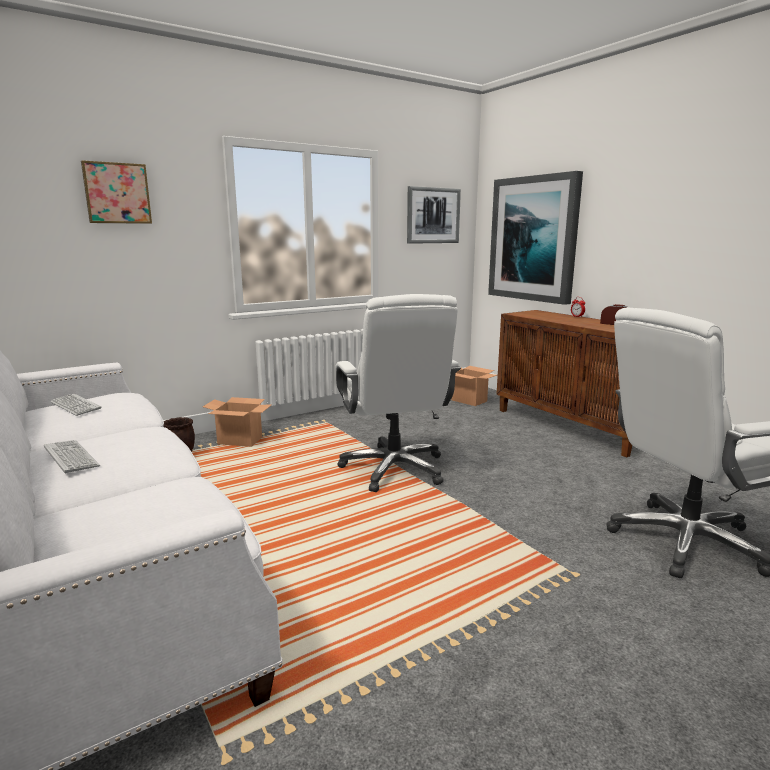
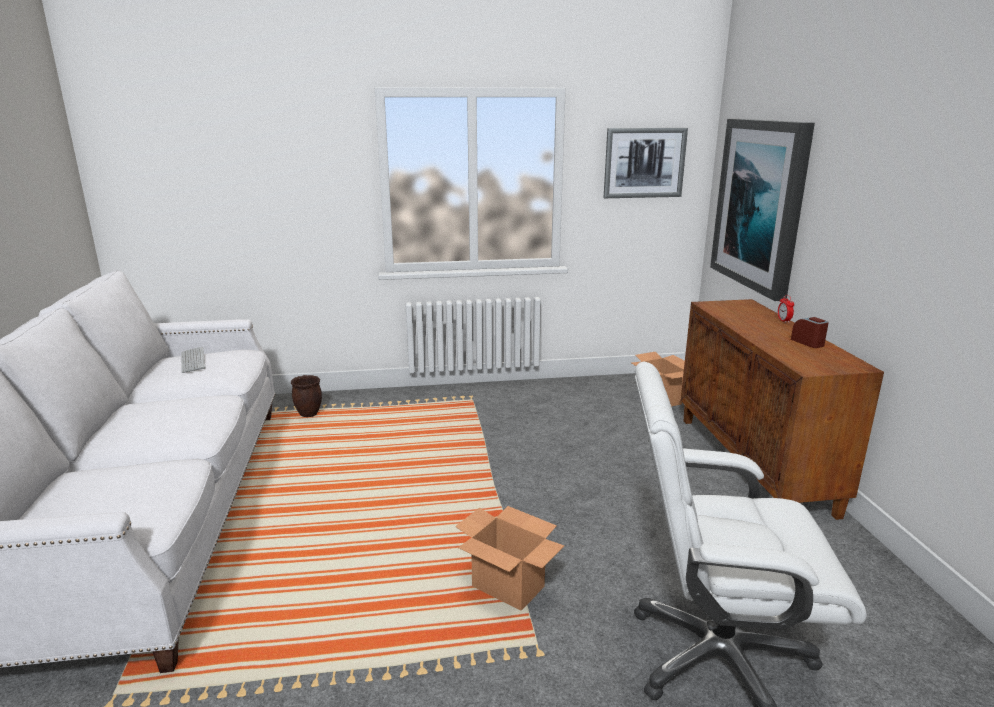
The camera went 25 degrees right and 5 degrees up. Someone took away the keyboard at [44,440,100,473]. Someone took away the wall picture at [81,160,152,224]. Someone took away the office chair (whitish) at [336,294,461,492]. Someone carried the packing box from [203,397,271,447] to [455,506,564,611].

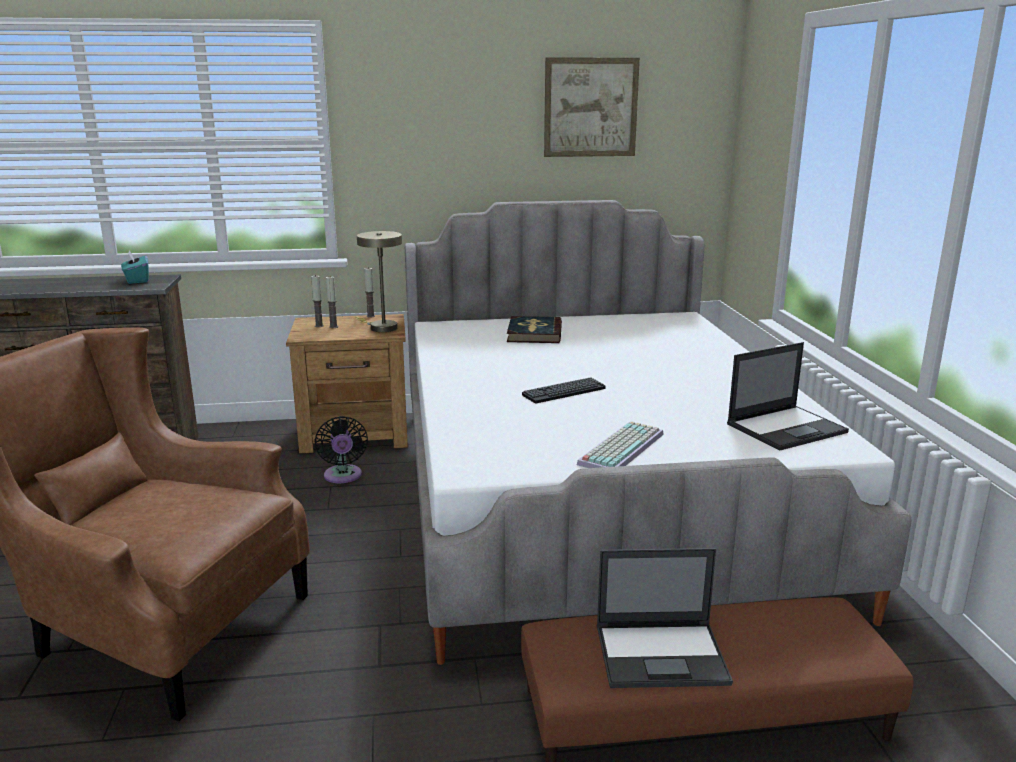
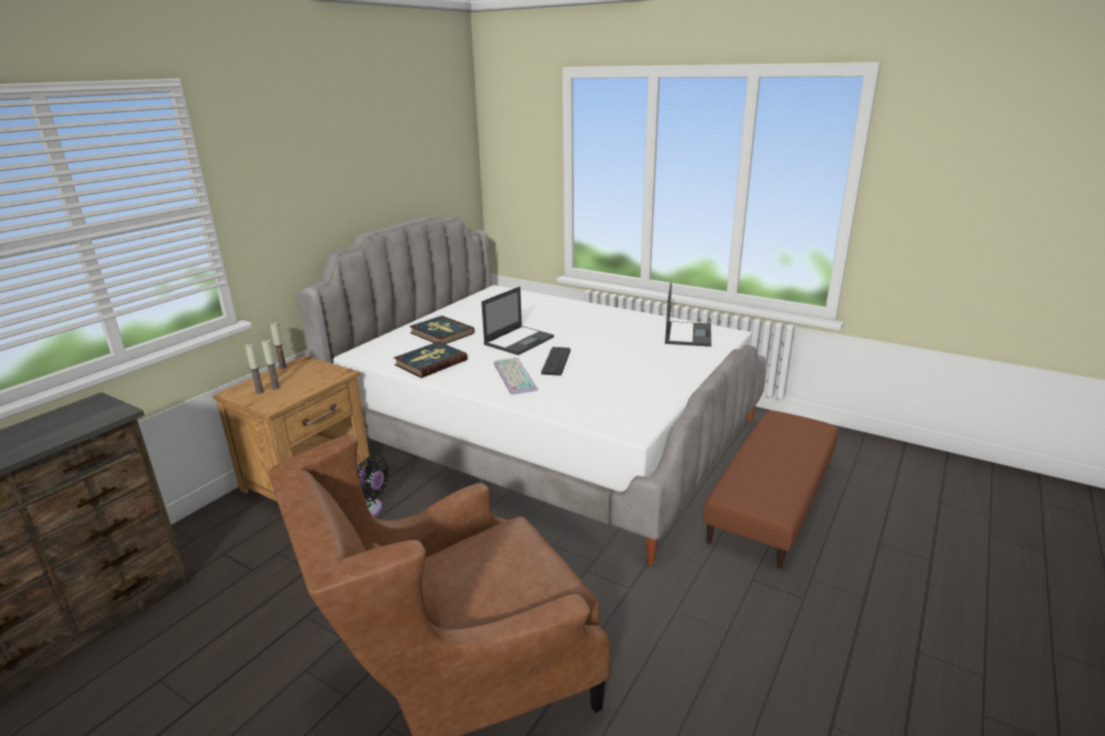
The camera went 50 degrees left and 5 degrees up. Someone took away the box of tissues (turquoise-coloured) at [121,250,149,284]. Someone took away the lamp for a table (beige-coloured) at [355,231,402,332]. Someone took away the wall picture at [544,57,640,157]. Someone put down the bound book at [394,341,468,378]. Someone carried the keyboard from [577,421,664,468] to [494,357,538,395]. Someone carried the notebook computer from [597,548,733,688] to [481,286,554,355].

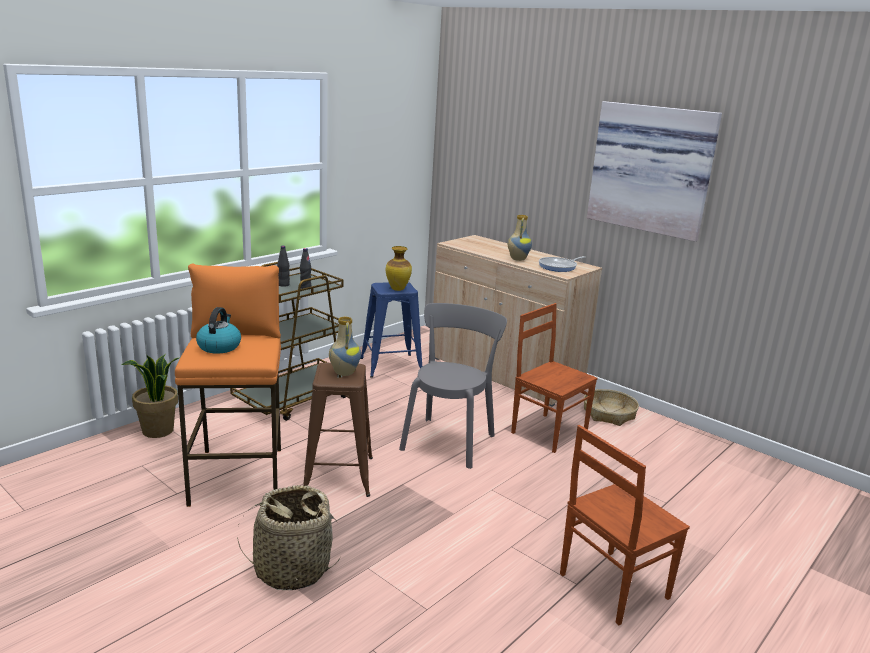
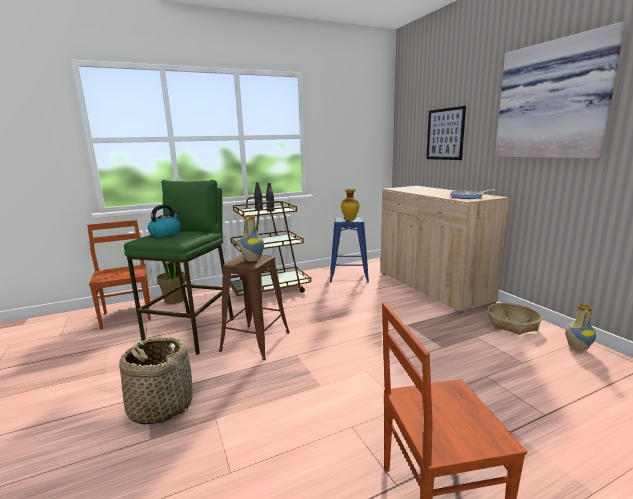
The camera went 25 degrees right and 5 degrees down. Someone took away the chair (greyish) at [399,303,507,469]. Someone put up the wall picture at [426,106,466,160]. Someone carried the decorative vase from [508,215,532,261] to [565,304,596,351]. Someone carried the chair (brownish) from [511,303,598,453] to [87,220,151,330]. Someone repainted the stool seat (orange-coloured) at [175,264,281,507], which became the stool seat (green) at [124,179,234,355].

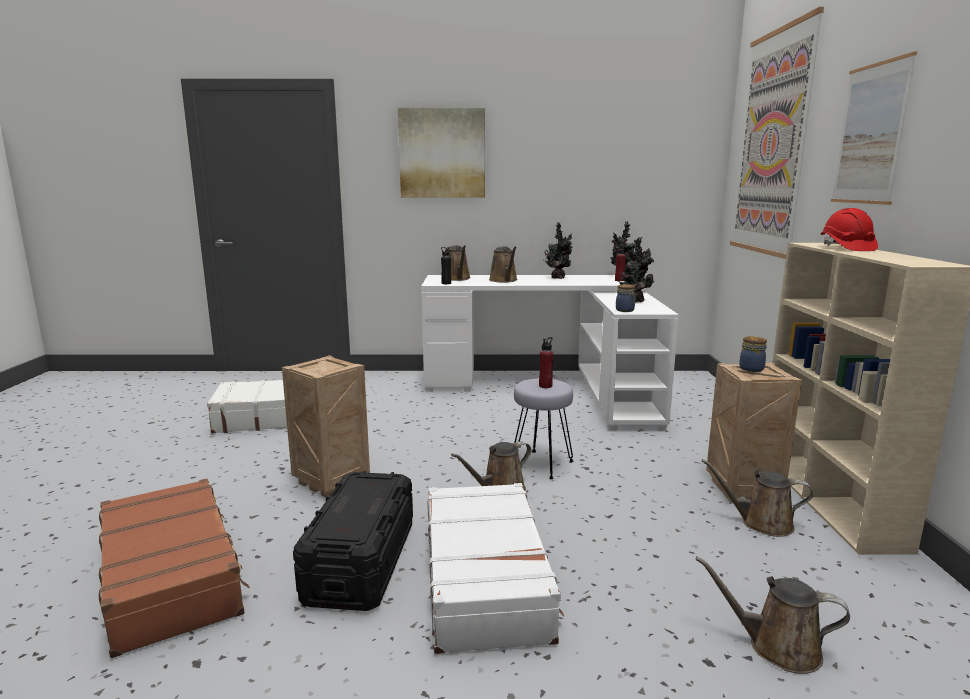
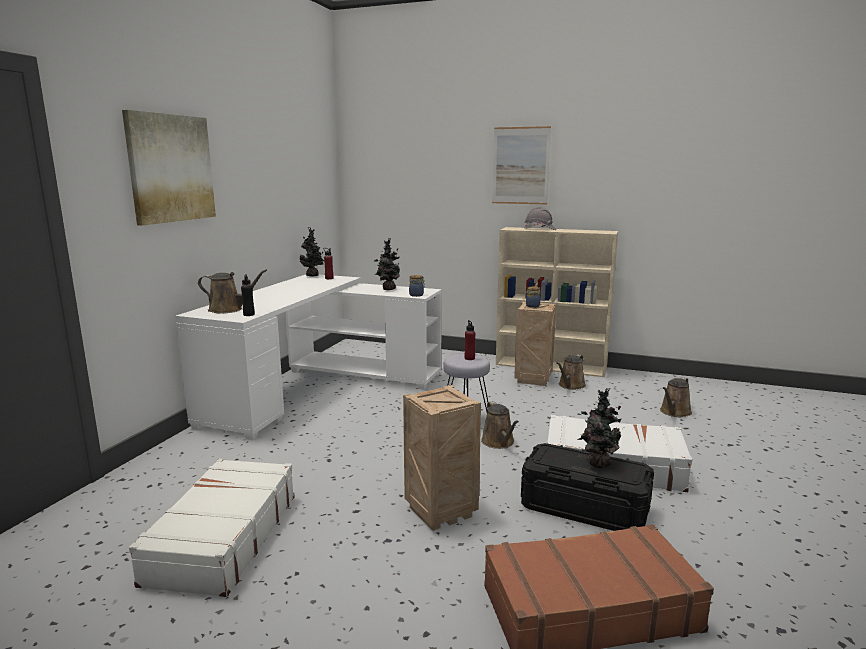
The camera went 70 degrees left and 0 degrees up. Someone took away the sprinkling can (brownish) at [489,246,517,282]. Someone took away the wall picture at [730,7,824,259]. Someone carried the potted plant from [544,223,572,279] to [578,388,625,468]. Someone repainted the hard hat (reddish) at [821,208,878,251], which became the hard hat (greyish) at [524,207,557,230].

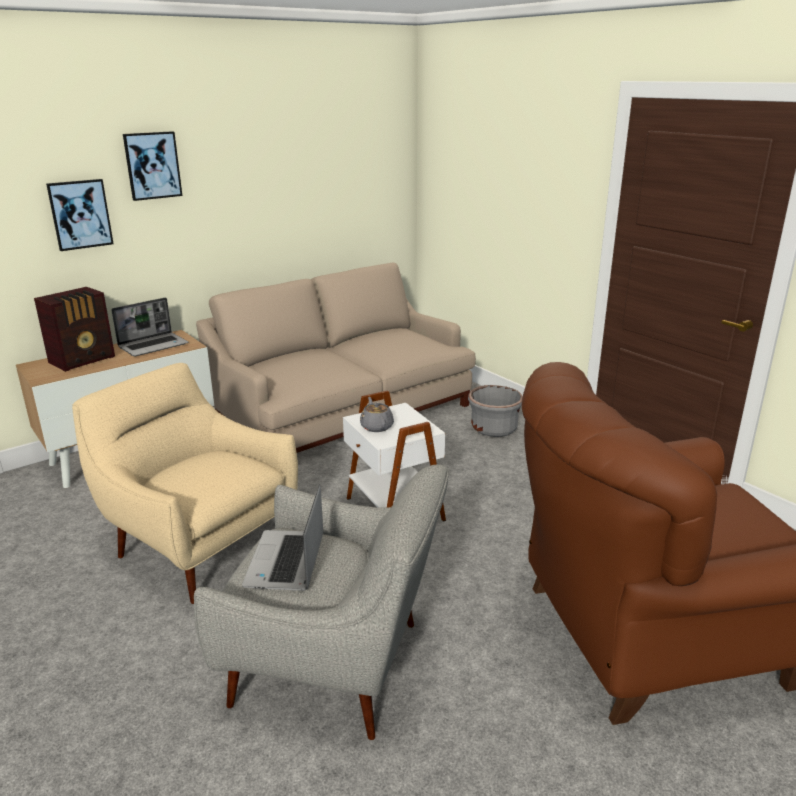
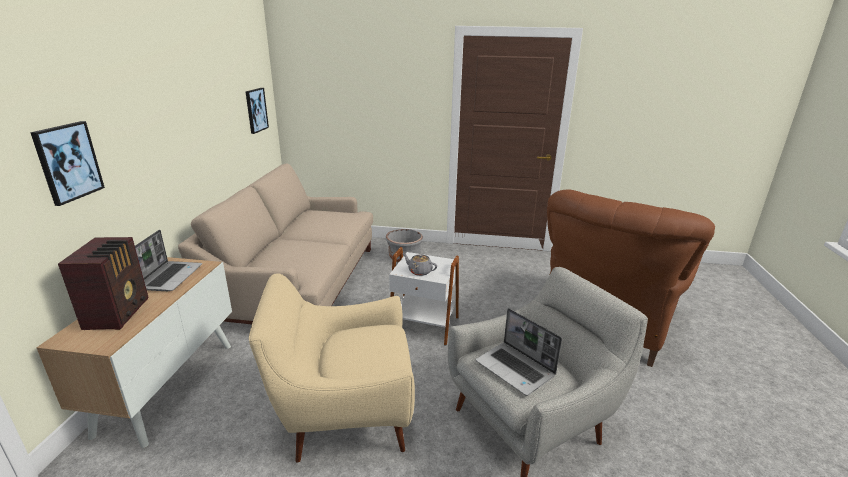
The camera went 45 degrees left and 0 degrees up. Someone carried the wall picture from [123,131,182,201] to [245,88,269,134].

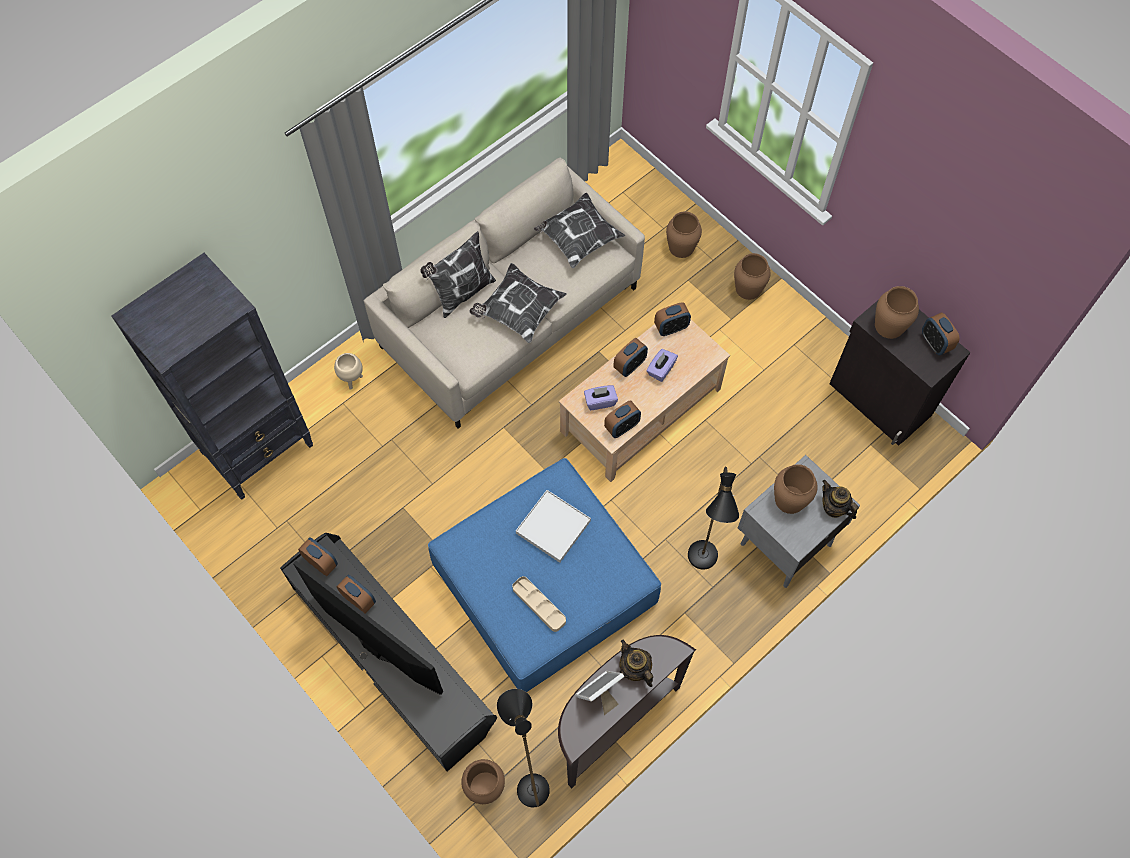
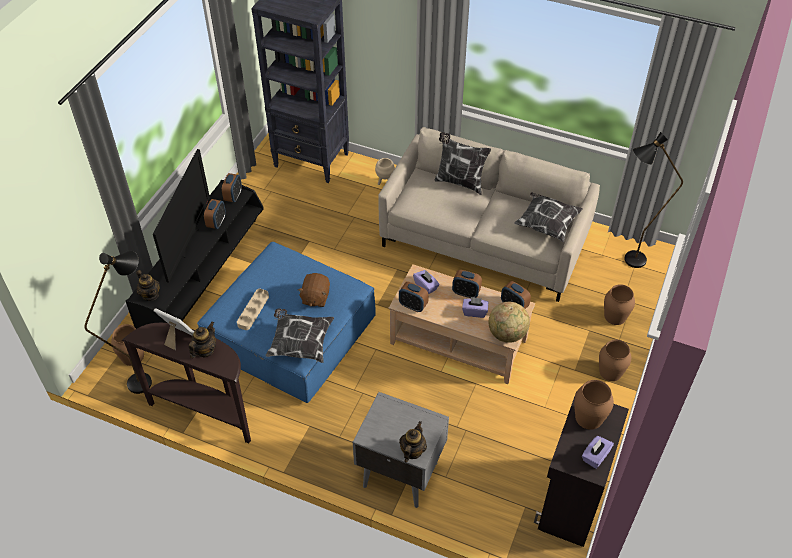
The camera went 65 degrees right and 15 degrees down. Someone took away the decorative vase (brownish) at [774,464,818,514]. Someone put down the pot for tea at [136,270,160,301]. Someone put down the desk globe at [488,302,530,343]. Someone carried the cushion from [470,263,566,343] to [266,308,334,363]. Someone carried the standard lamp (black-coloured) from [688,467,739,570] to [624,132,683,268]. Someone swapped the carrying tray (whitish) at [516,490,591,563] for the cuddly toy (brownish) at [298,273,330,307]. Someone swapped the table clock at [922,313,960,355] for the box of tissues (purple-coloured) at [582,436,614,469].

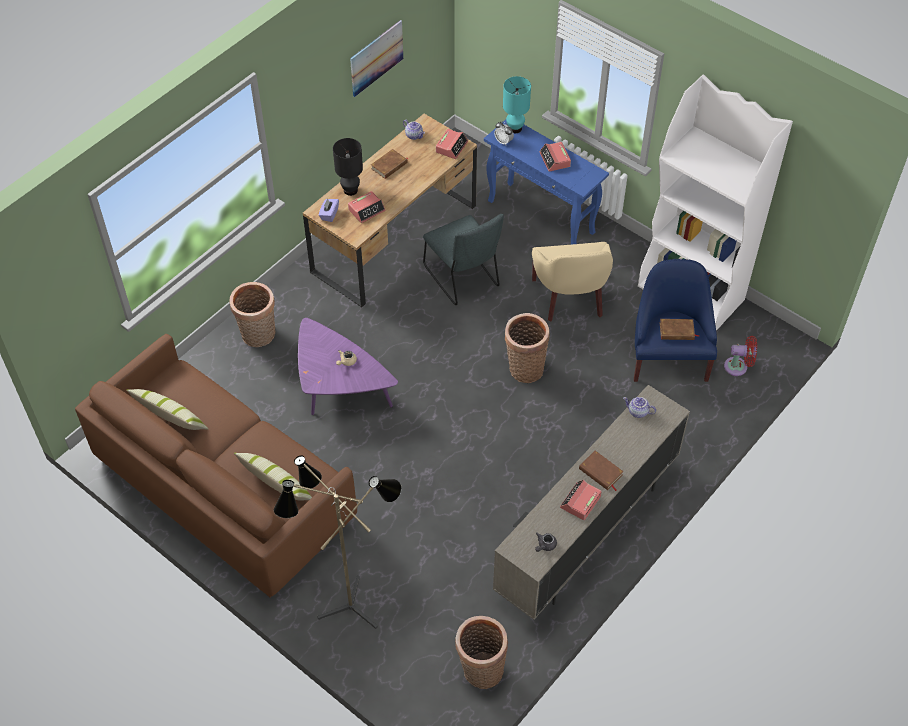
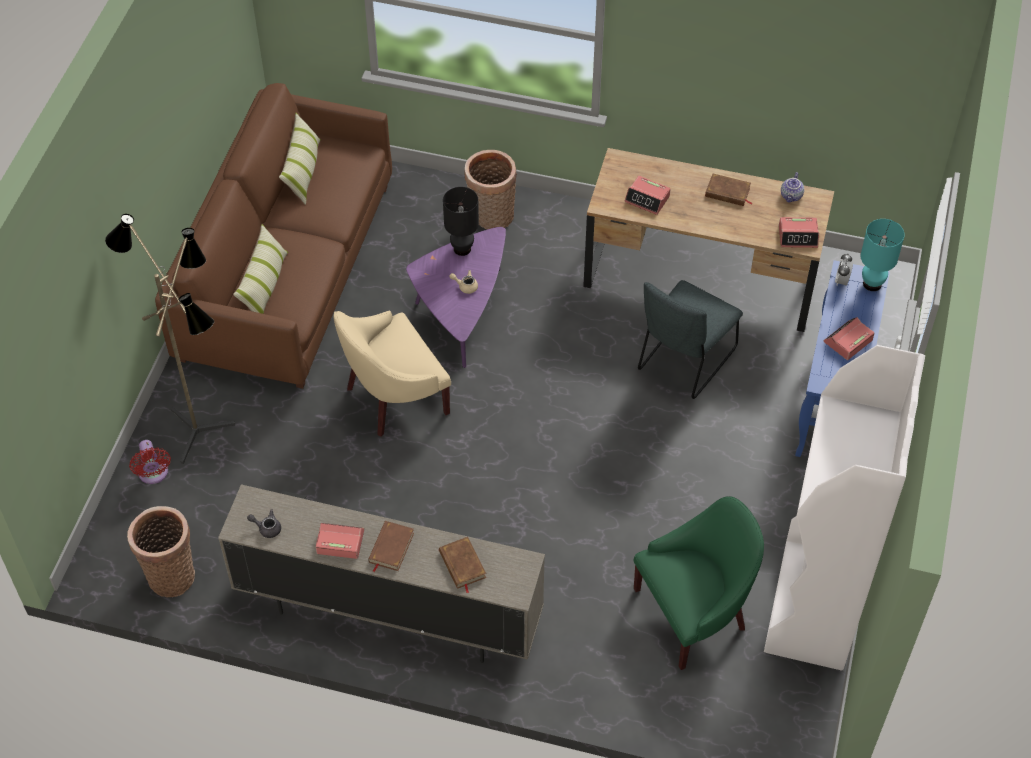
The camera went 65 degrees right and 0 degrees up. Someone took away the box of tissues (purple-coloured) at [319,199,339,222]. Someone took away the wall picture at [350,20,403,97]. Someone took away the storage basket at [505,313,550,383]. Someone took away the pot for tea at [623,397,656,418]. Someone carried the lamp for a table (black-coloured) from [333,138,363,196] to [443,187,479,256]. Someone carried the lounge chair (beige-coloured) from [532,242,613,321] to [333,310,451,437]. Someone carried the bound book (brownish) from [660,319,700,340] to [439,537,486,593]. Someone carried the cooling fan (reddish) from [724,336,757,376] to [129,440,171,484]. Someone repainted the lounge chair (blue) at [634,259,717,382], which became the lounge chair (green) at [634,496,764,670].

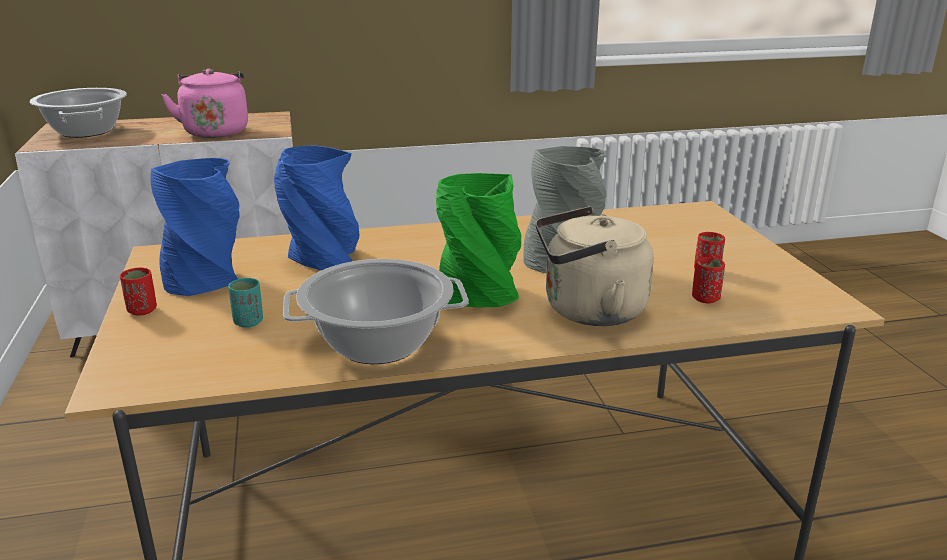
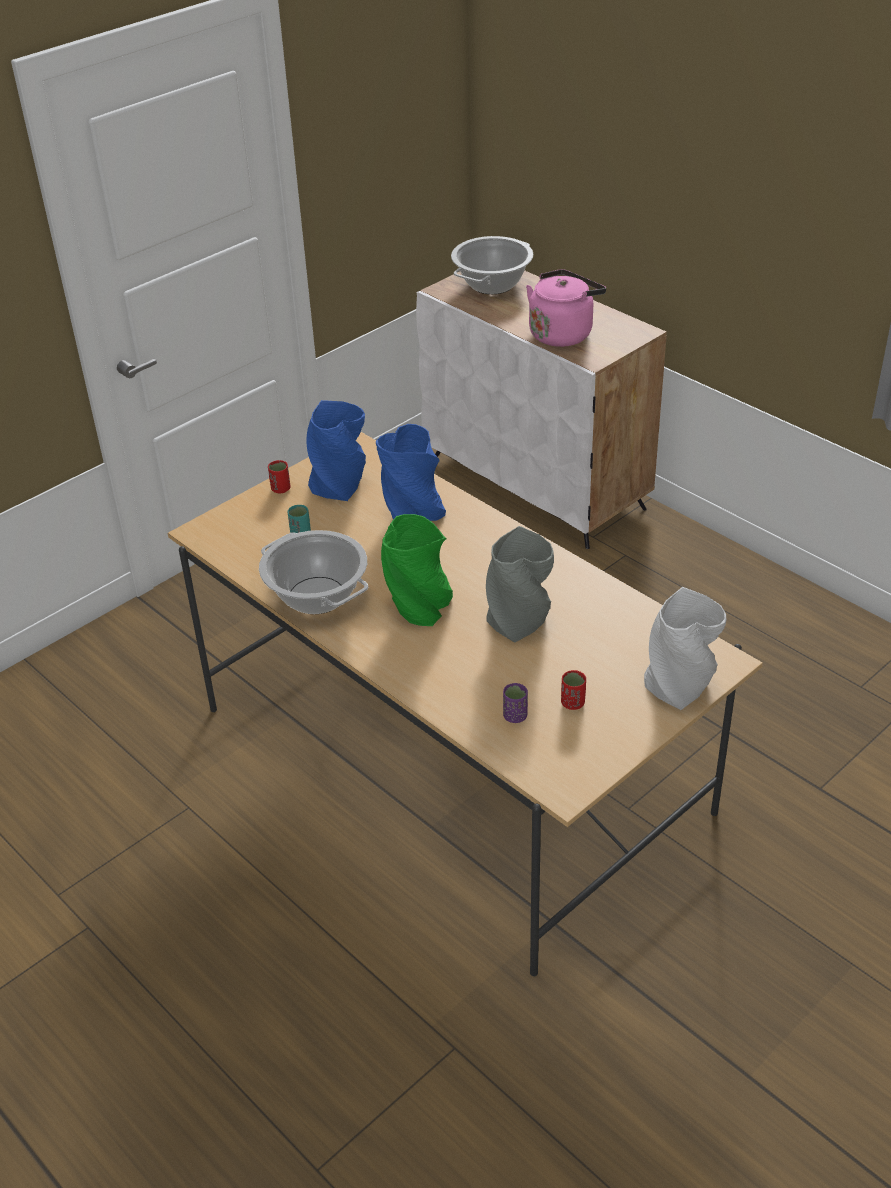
The camera went 60 degrees right and 15 degrees up. Someone took away the water kettle (beige-coloured) at [536,206,654,326]. Someone put down the decorative vase (greyish) at [644,587,726,710]. Someone repainted the small cup (reddish) at [692,257,725,303], which became the small cup (purple-coloured) at [503,683,528,723].

